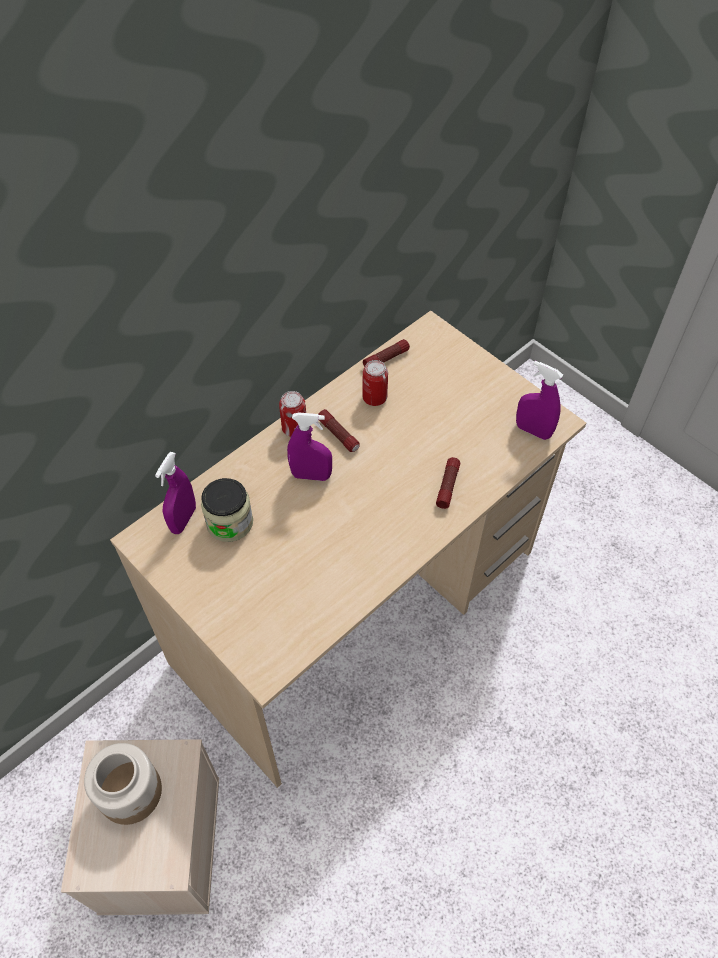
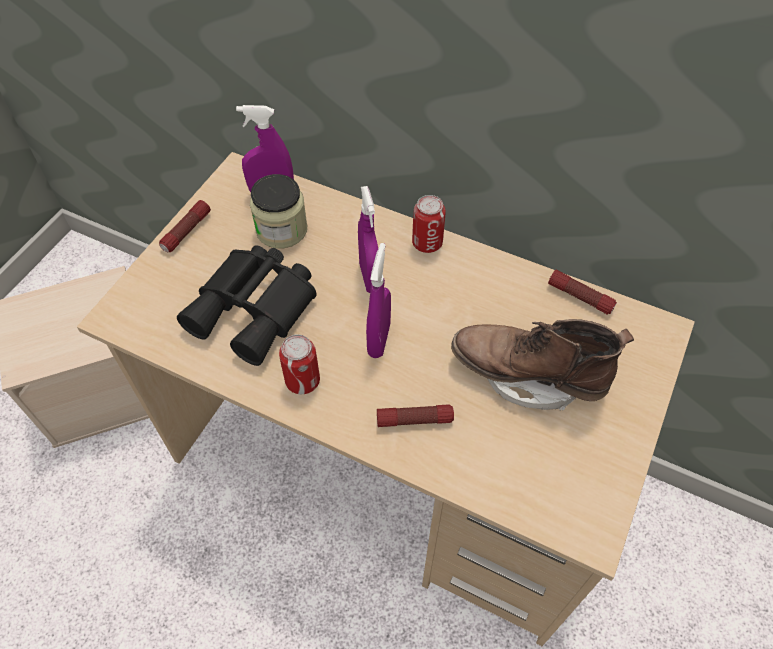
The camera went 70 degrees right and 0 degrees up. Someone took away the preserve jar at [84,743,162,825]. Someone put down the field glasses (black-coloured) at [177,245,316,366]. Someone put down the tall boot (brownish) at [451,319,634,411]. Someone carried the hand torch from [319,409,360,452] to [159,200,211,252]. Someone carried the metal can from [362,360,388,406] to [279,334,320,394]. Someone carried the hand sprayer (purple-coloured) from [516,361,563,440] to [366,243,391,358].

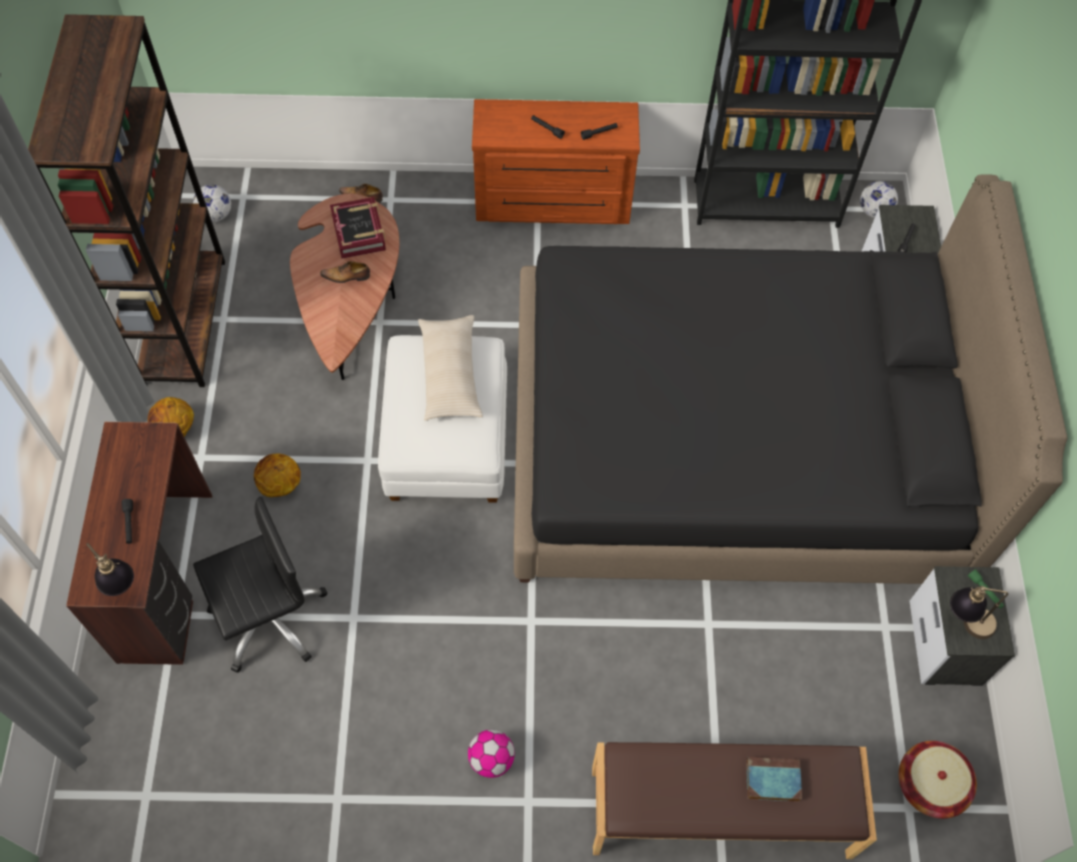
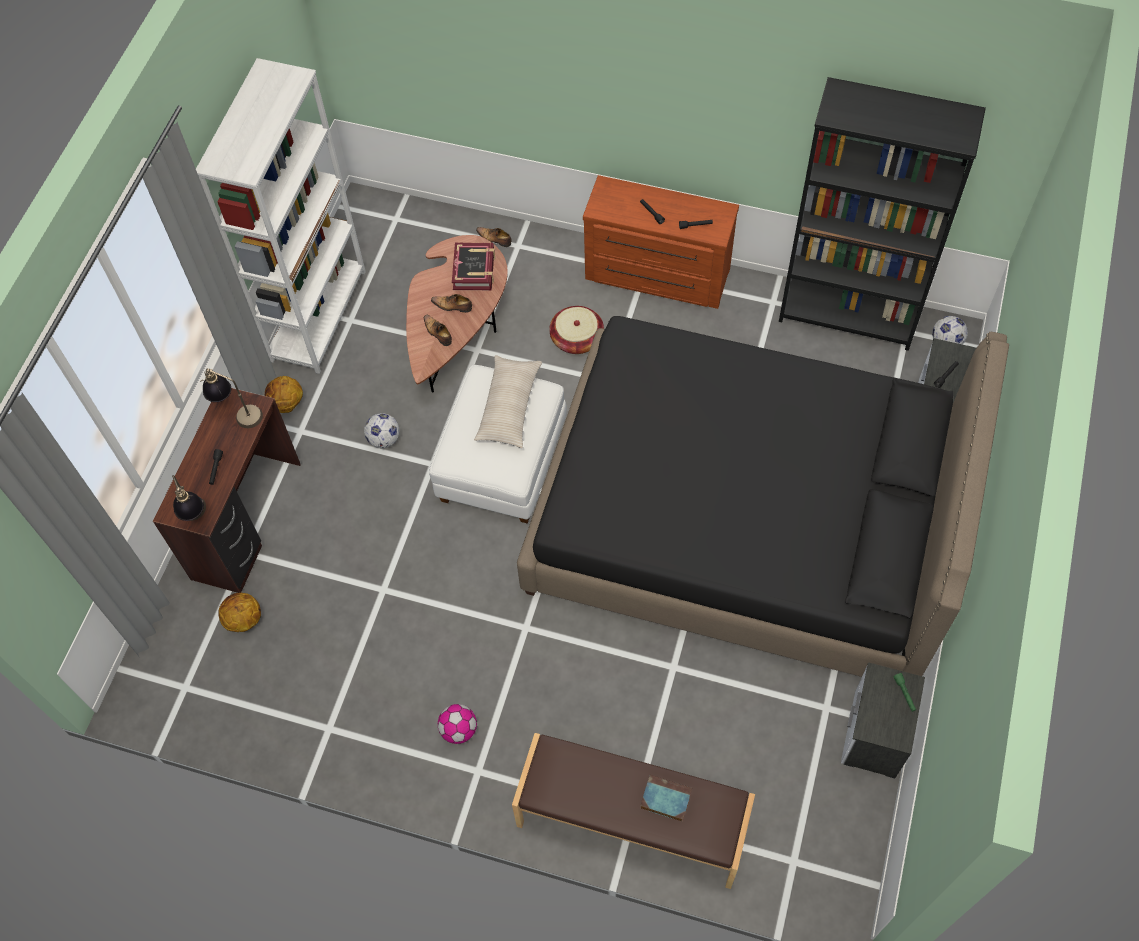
The camera went 20 degrees right and 0 degrees up. Someone took away the office chair (black-coloured) at [193,496,327,673]. Someone put down the shoe at [424,315,452,346]. Someone carried the football from [193,184,231,222] to [364,413,399,448]. Someone carried the basketball ball from [254,454,301,497] to [218,593,261,632]. Someone carried the storage basket from [899,741,977,819] to [549,306,604,354]. Someone carried the lamp for a table from [950,585,1008,639] to [200,368,263,428]. Someone repainted the bookshelf (brownish) at [28,14,225,387], which became the bookshelf (whitish) at [196,58,366,374].

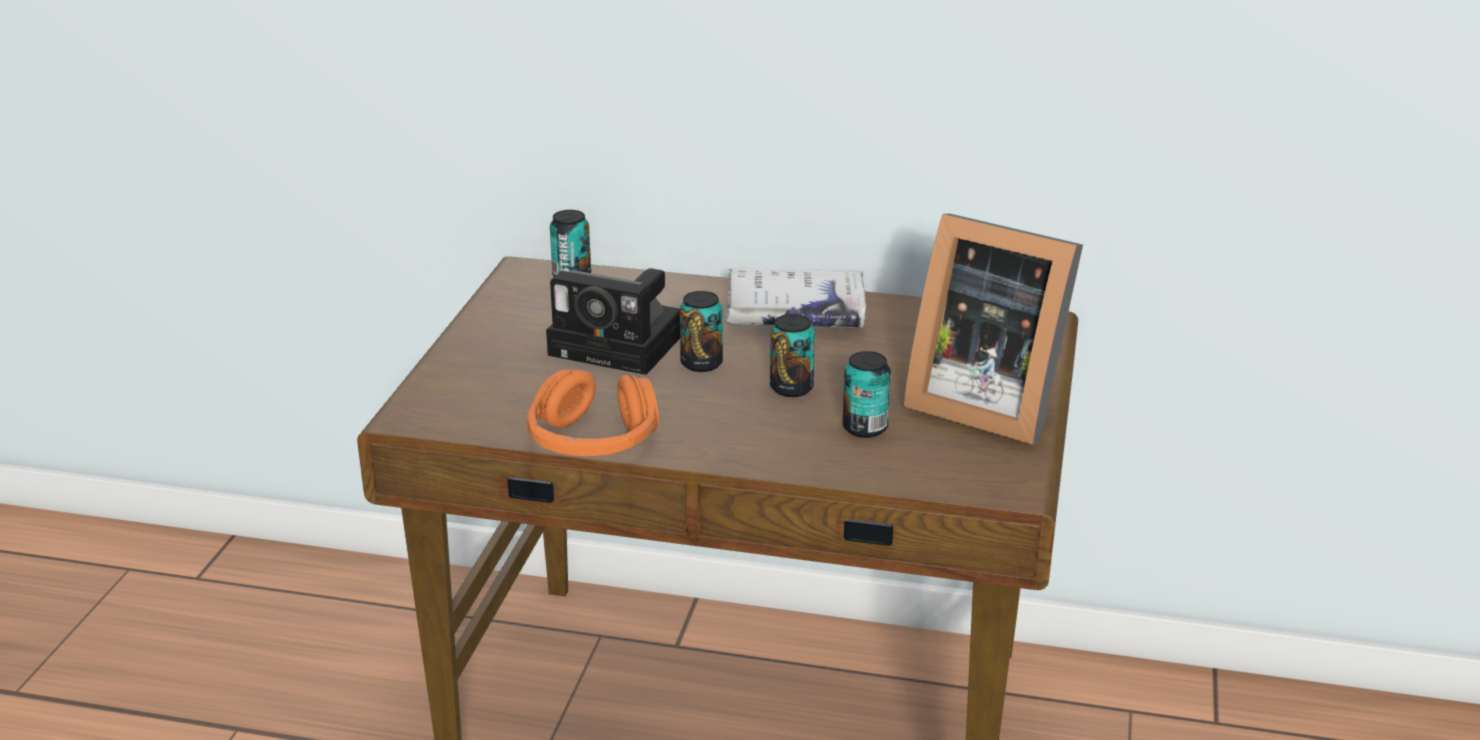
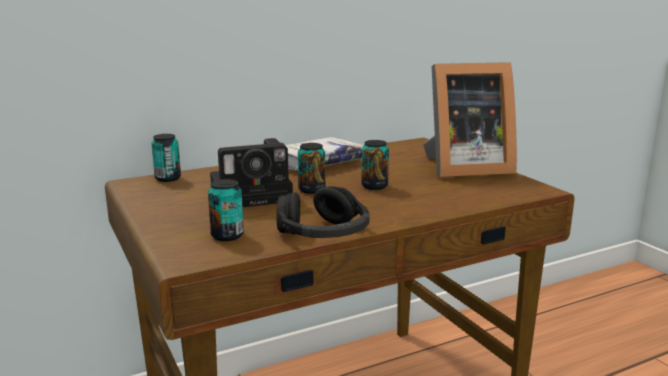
The camera went 40 degrees left and 10 degrees down. Someone carried the metal can from [843,351,891,438] to [208,179,244,241]. Someone repainted the headset (orange-coloured) at [527,369,659,456], which became the headset (black-coloured) at [276,186,370,238].

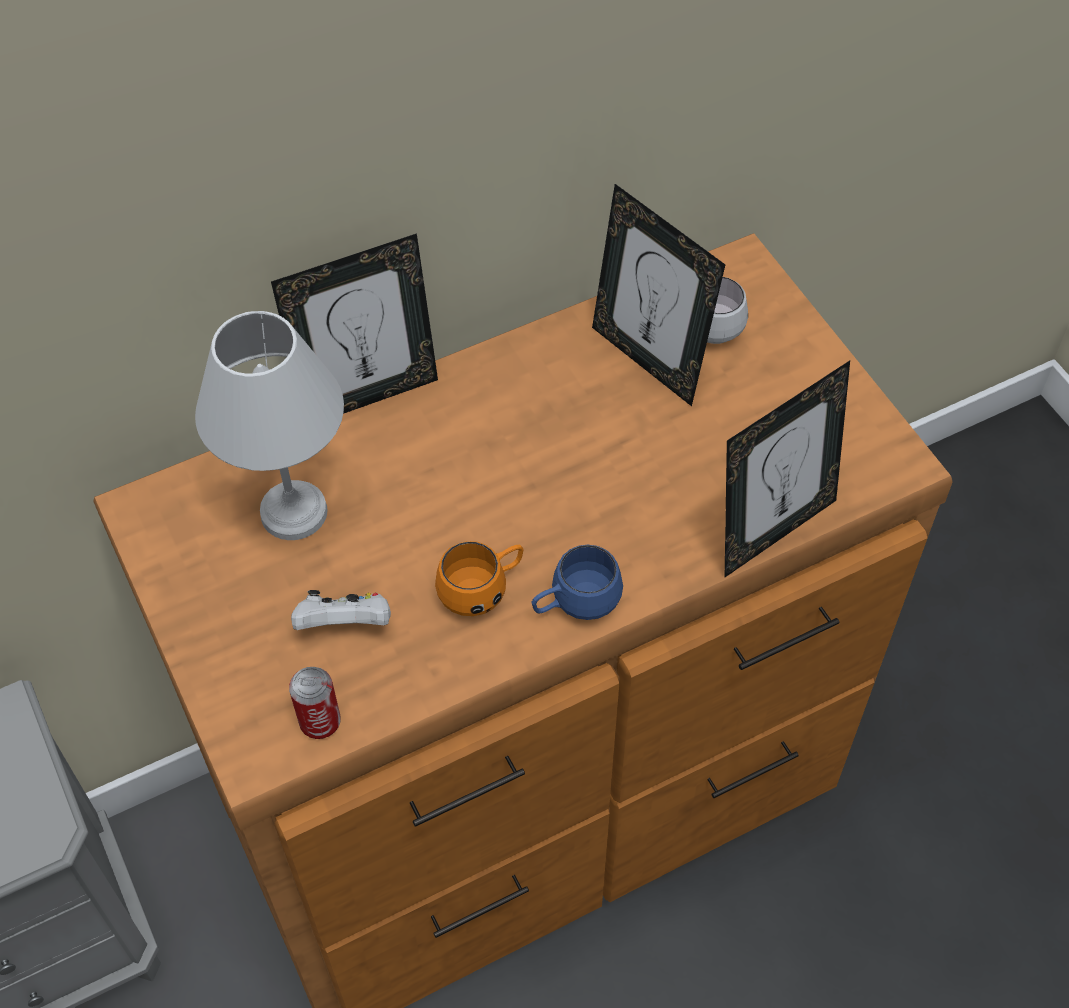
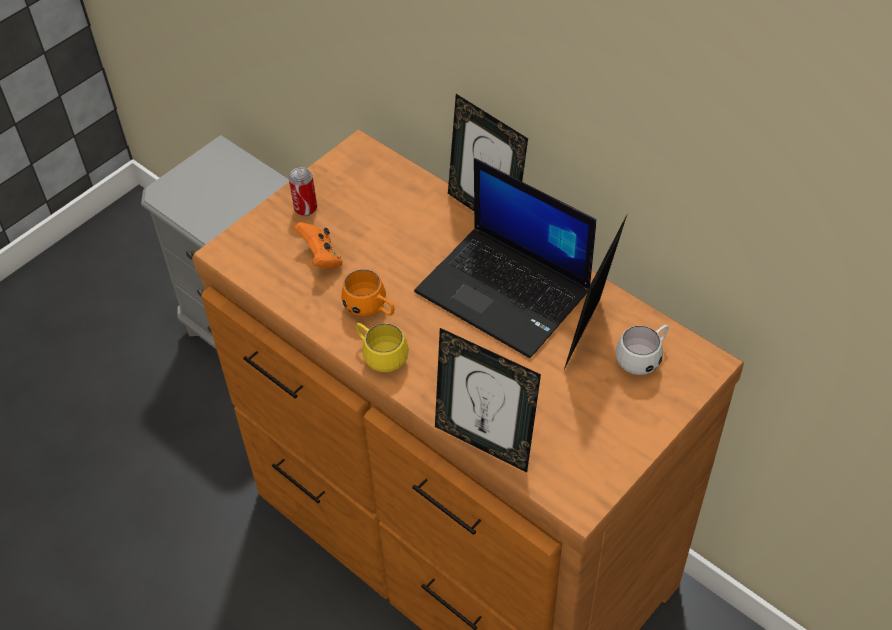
The camera went 70 degrees right and 5 degrees down. Someone took away the lamp for a table (whitish) at [195,311,344,540]. Someone put down the notebook computer at [414,158,596,358]. Someone carried the metal can from [289,667,341,739] to [289,167,317,216]. Someone repainted the game controller (whitish) at [291,590,391,630], which became the game controller (orange-coloured) at [294,222,343,269]. Someone repainted the coffee mug (blue) at [532,545,623,620], which became the coffee mug (yellow-coloured) at [356,323,409,372].

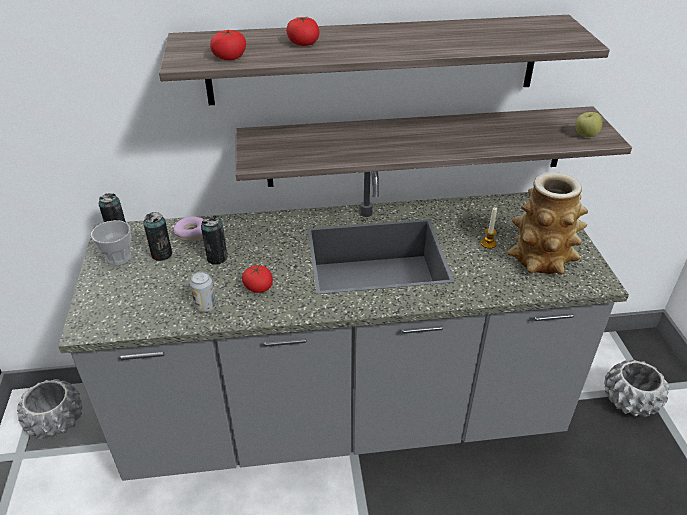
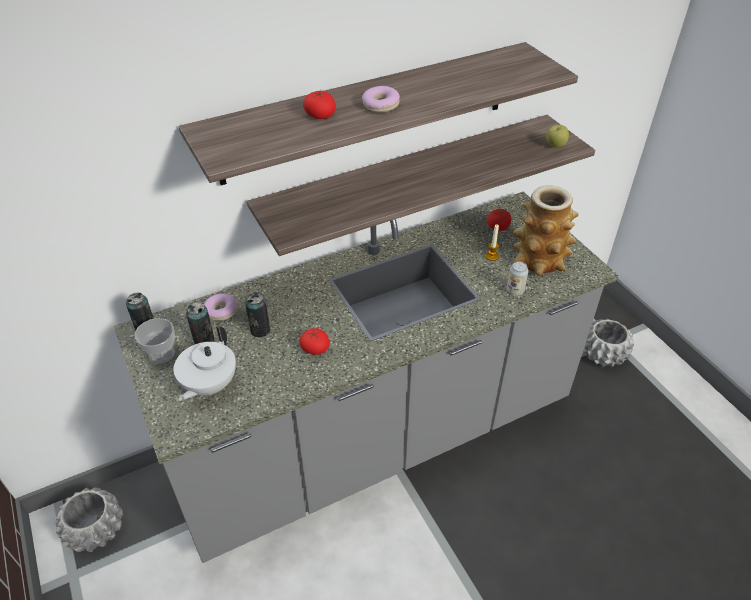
The camera went 20 degrees left and 5 degrees up. Someone put down the pot for tea (whitish) at [174,326,236,401]. Someone put down the doughnut at [362,86,400,113]. Someone carried the metal can from [190,272,216,312] to [506,262,529,296]. Someone carried the fresh tomato from [210,30,246,60] to [487,209,512,231].

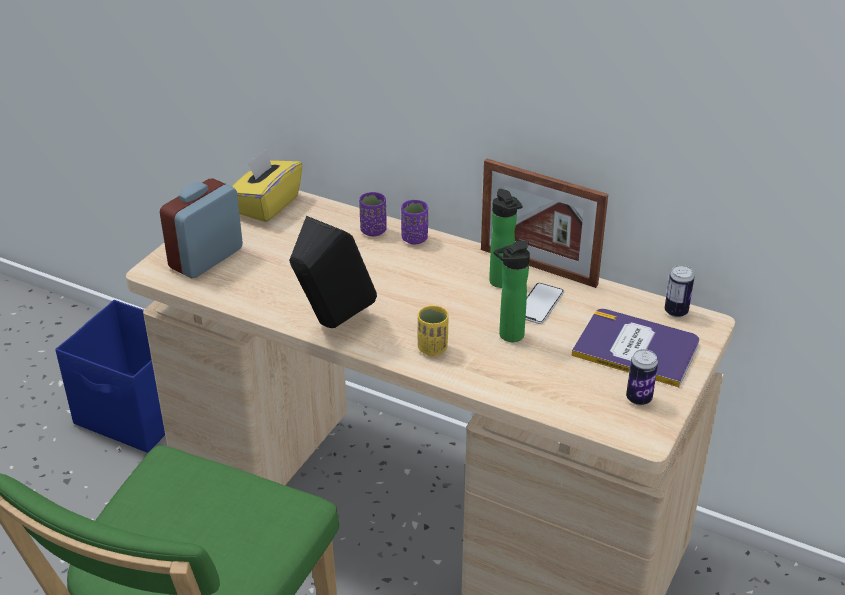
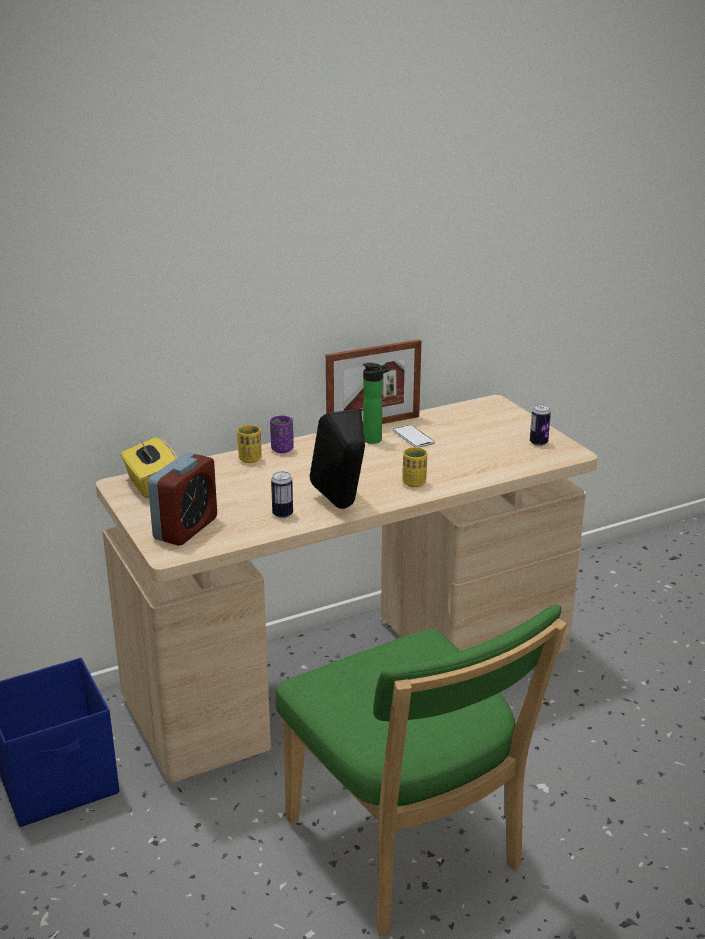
The camera went 55 degrees left and 10 degrees down. Someone took away the beverage bottle at [494,241,530,342]. Someone took away the bound book at [571,309,699,387]. Someone carried the metal can from [665,265,694,317] to [271,471,293,518]. Someone repainted the small cup (purple-coloured) at [359,192,387,236], which became the small cup (yellow-coloured) at [237,425,262,463]. Someone rotated the table clock at [160,179,243,278] by 135 degrees counterclockwise.

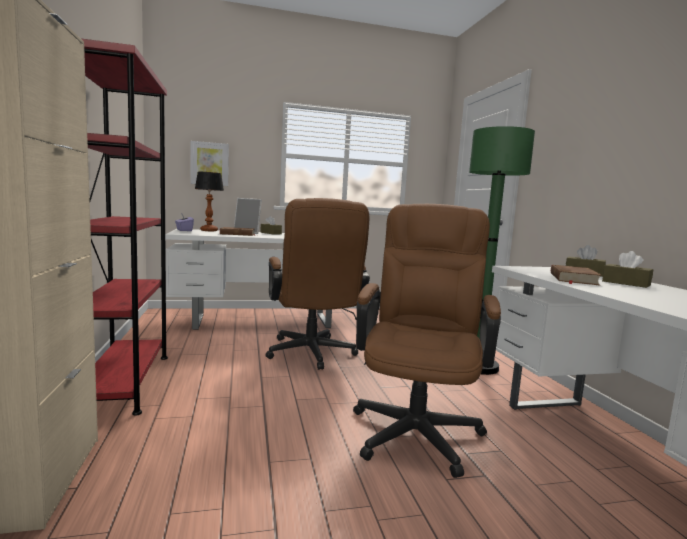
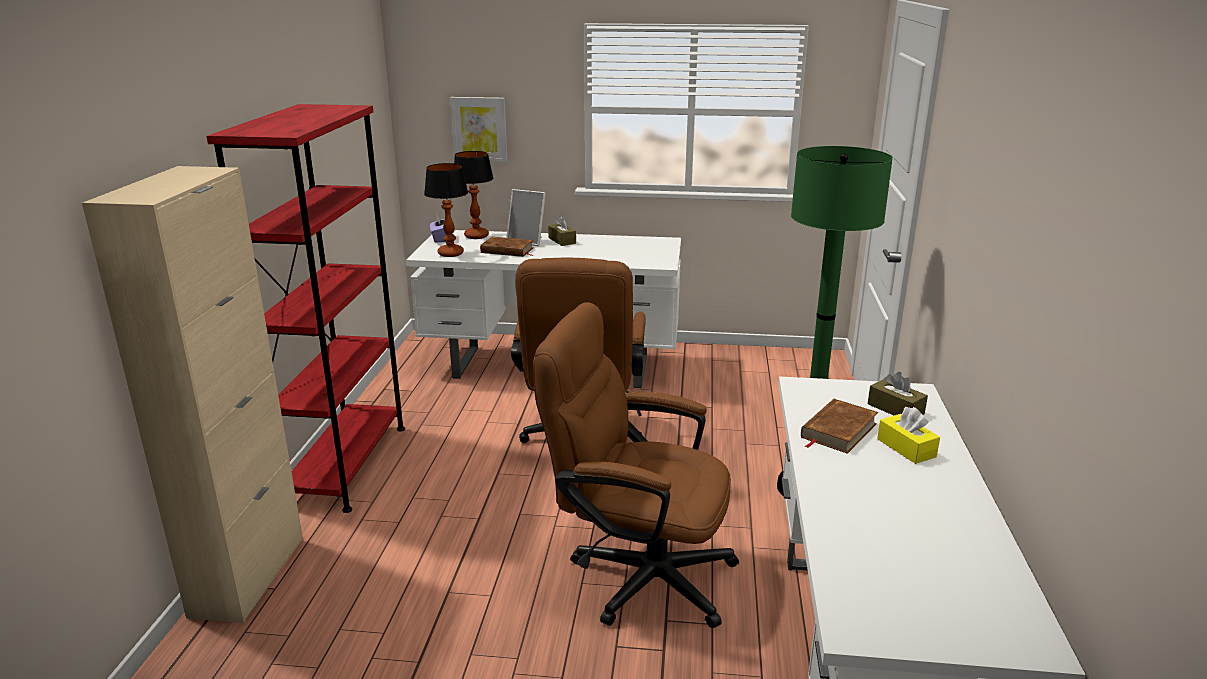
The camera went 20 degrees right and 15 degrees up. Someone put down the lamp for a table at [424,163,468,257]. Someone repainted the box of tissues (brownish) at [602,251,653,288], which became the box of tissues (yellow-coloured) at [877,407,940,464]. Someone rotated the office chair (brownish) at [353,204,501,478] by 105 degrees counterclockwise.

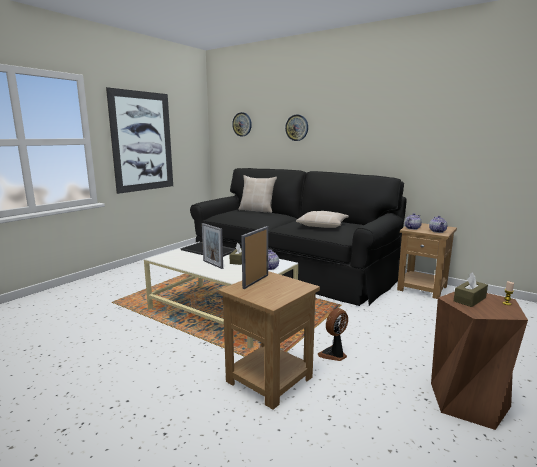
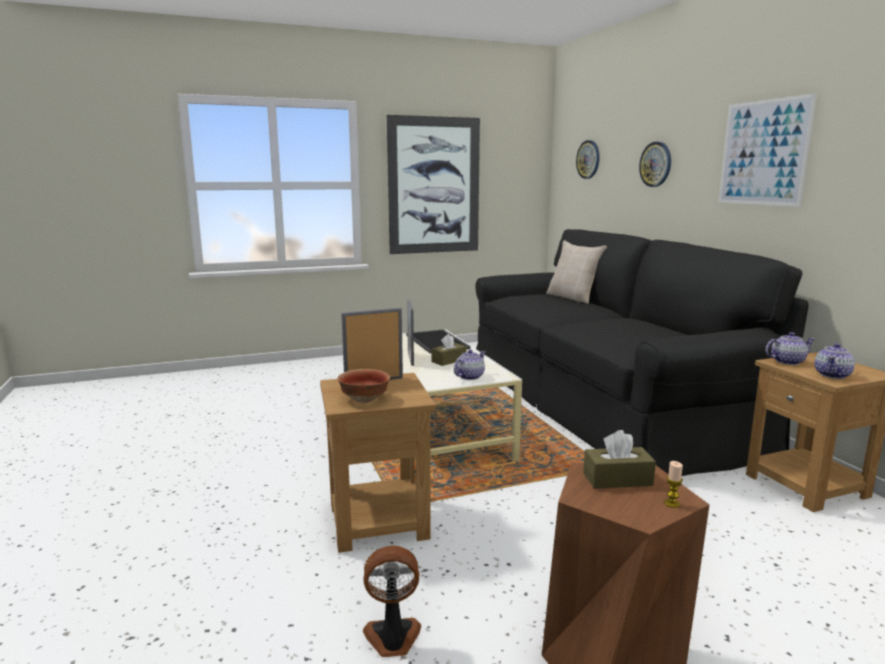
The camera went 35 degrees right and 0 degrees up. Someone took away the cushion (beige-coloured) at [296,211,349,228]. Someone put down the serving bowl at [338,369,390,403]. Someone put up the wall picture at [718,93,817,207]. Someone carried the cooling fan from [318,308,348,361] to [363,546,421,657].

